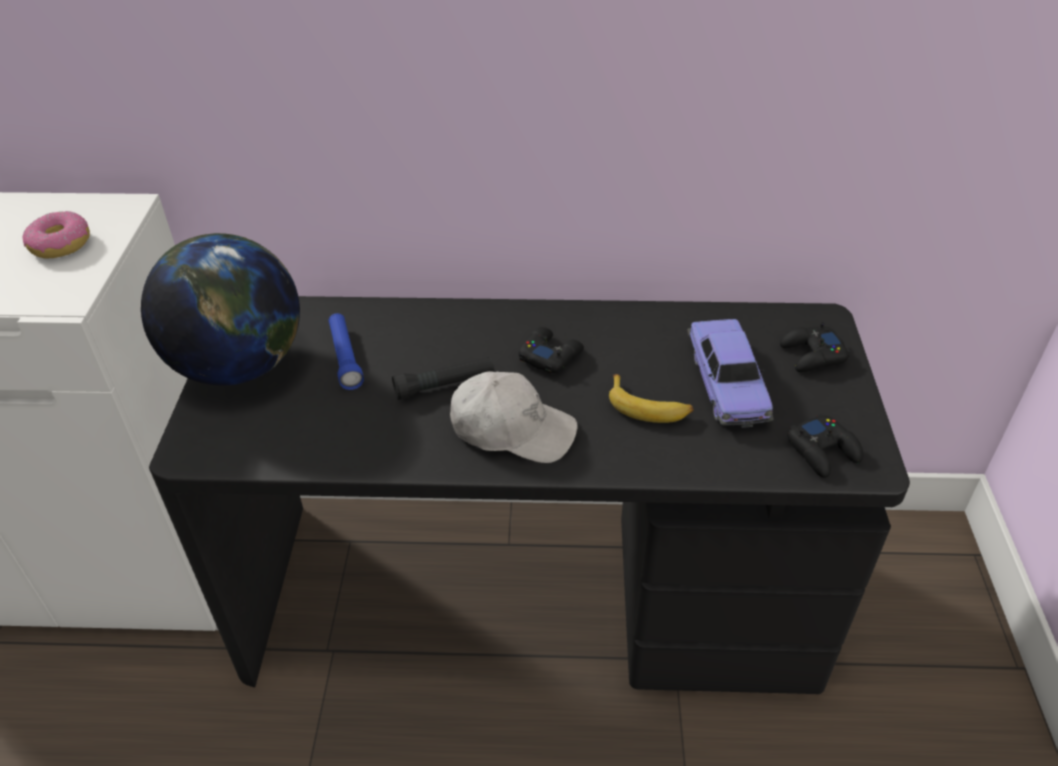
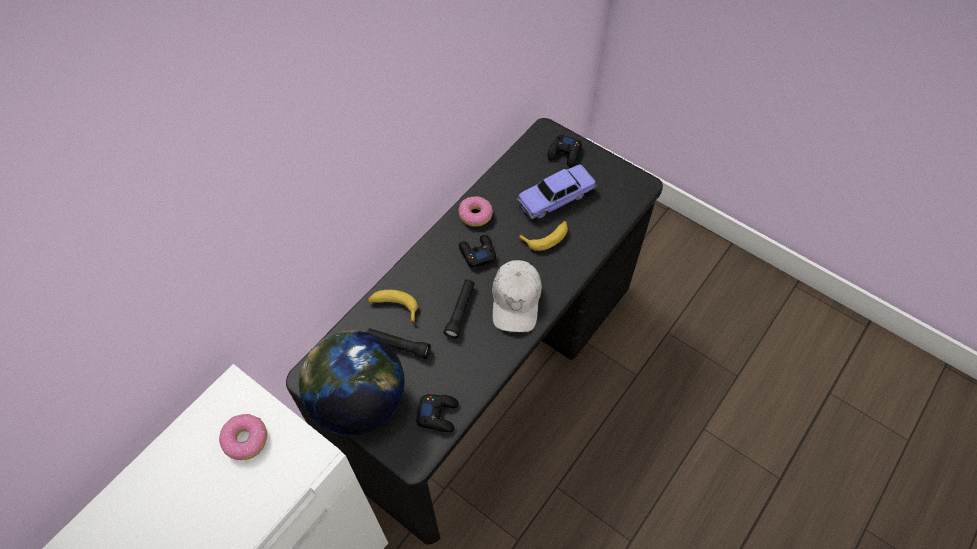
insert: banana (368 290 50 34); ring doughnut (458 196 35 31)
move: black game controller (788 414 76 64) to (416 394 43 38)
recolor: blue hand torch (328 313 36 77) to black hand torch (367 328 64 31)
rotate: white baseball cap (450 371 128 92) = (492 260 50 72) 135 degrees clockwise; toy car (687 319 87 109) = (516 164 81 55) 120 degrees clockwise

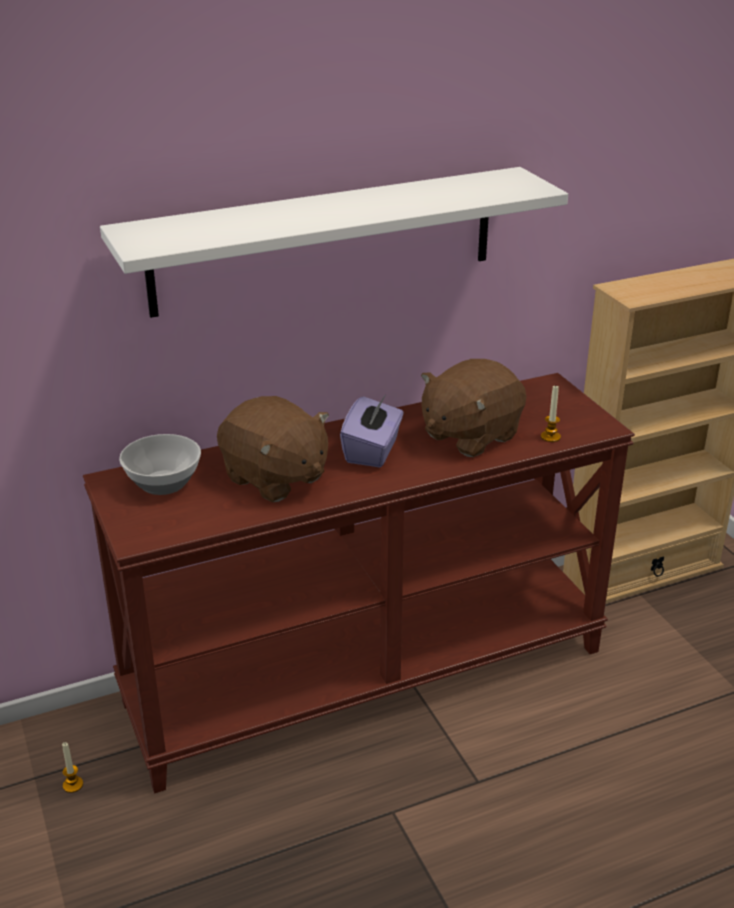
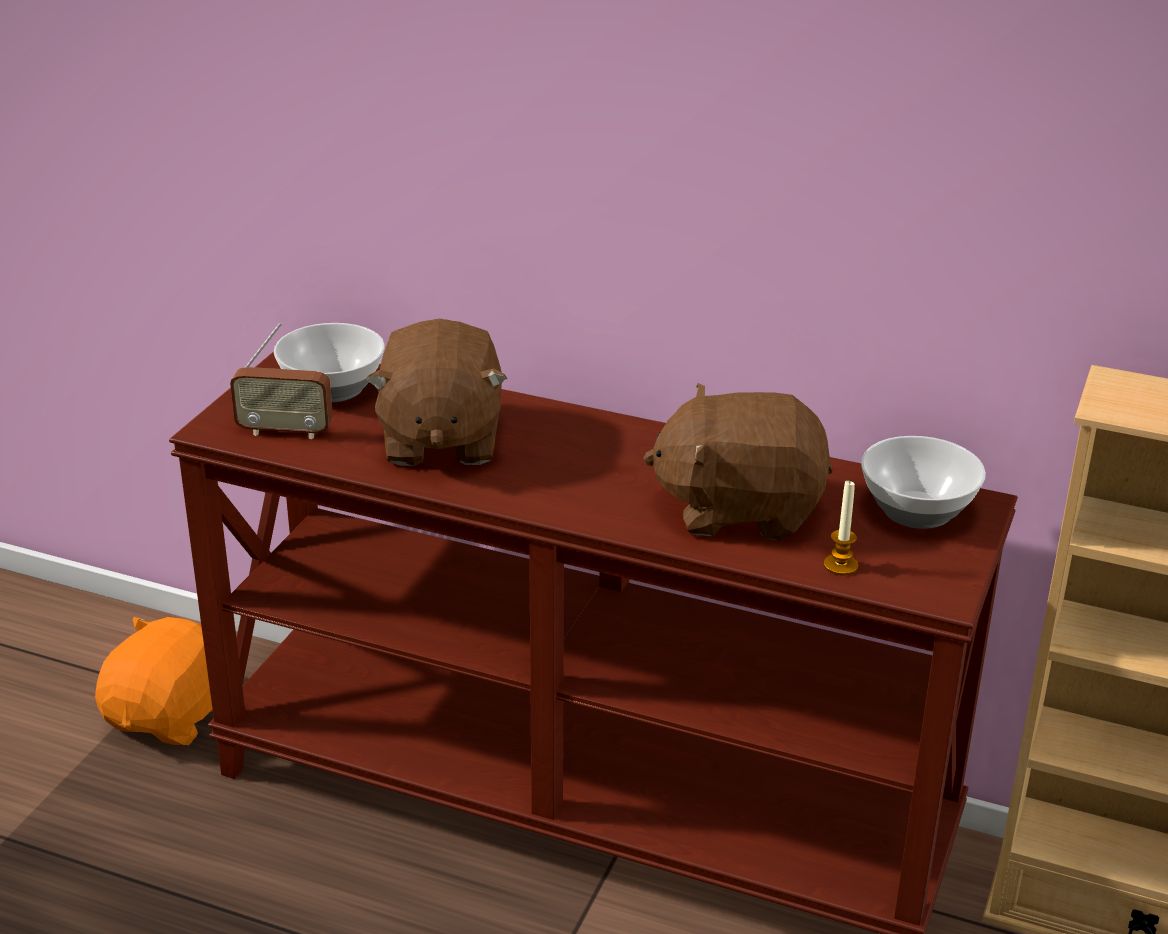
delete: white bracket shelf (100 167 468 151); purple box of tissues (340 396 64 71)
insert: radio receiver (230 322 103 117); bowl (861 436 125 93)
replace: candle (62 742 21 51) to orangey plush toy (95 617 118 128)

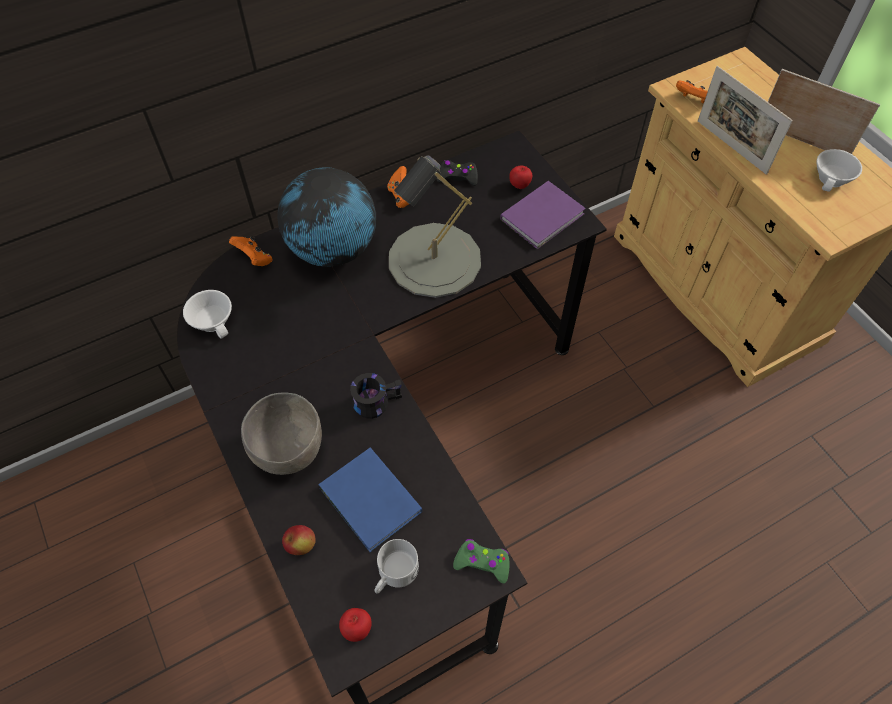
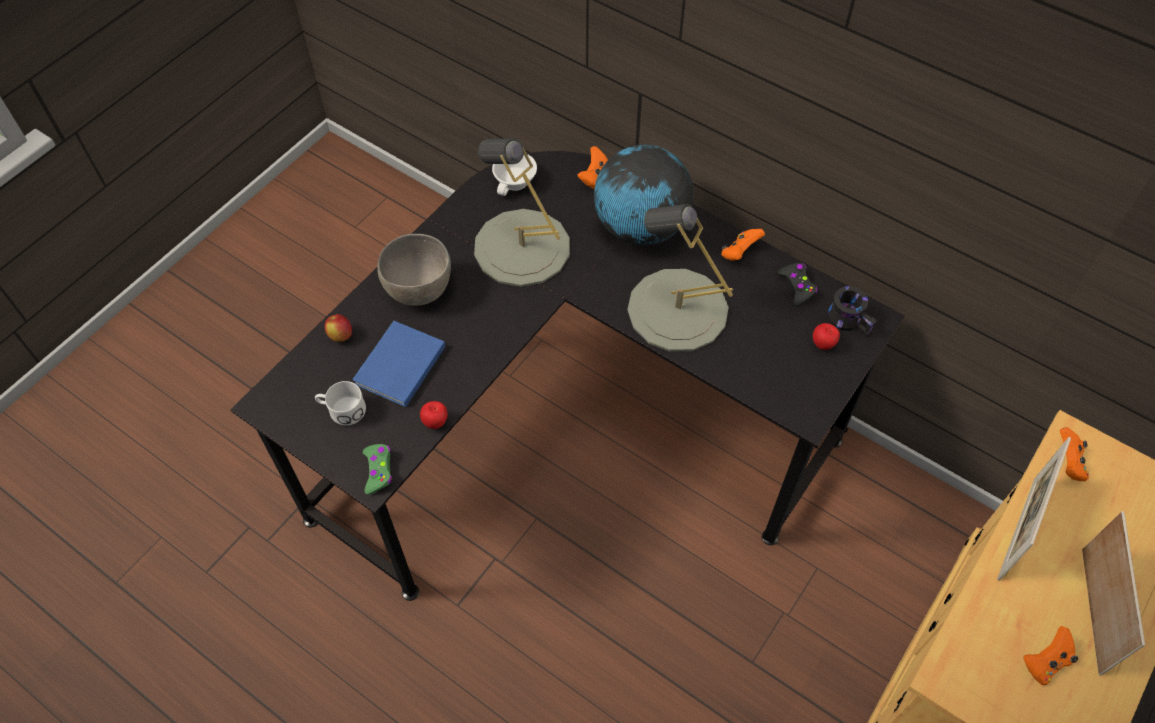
delete: purple bound book (500 181 86 68)
insert: grey tabletop lamp (474 138 96 149)
move: whole apple (339 608 33 34) to (420 401 28 28); black mug (350 373 52 46) to (828 286 49 51)
replace: white cup (817 149 45 43) to orangey game controller (1023 626 55 59)

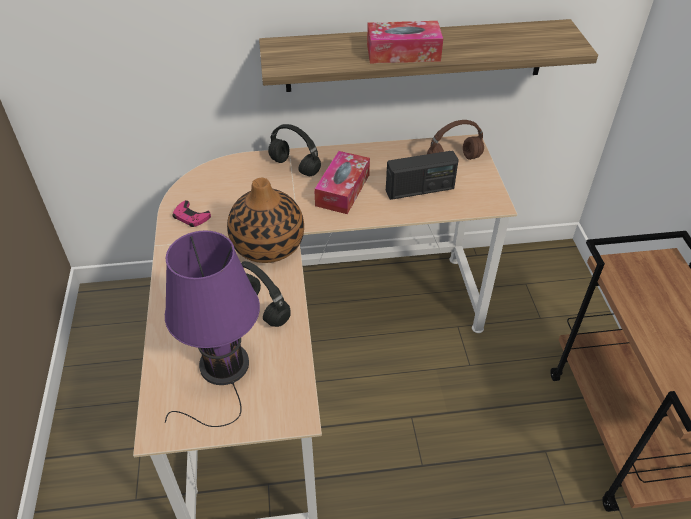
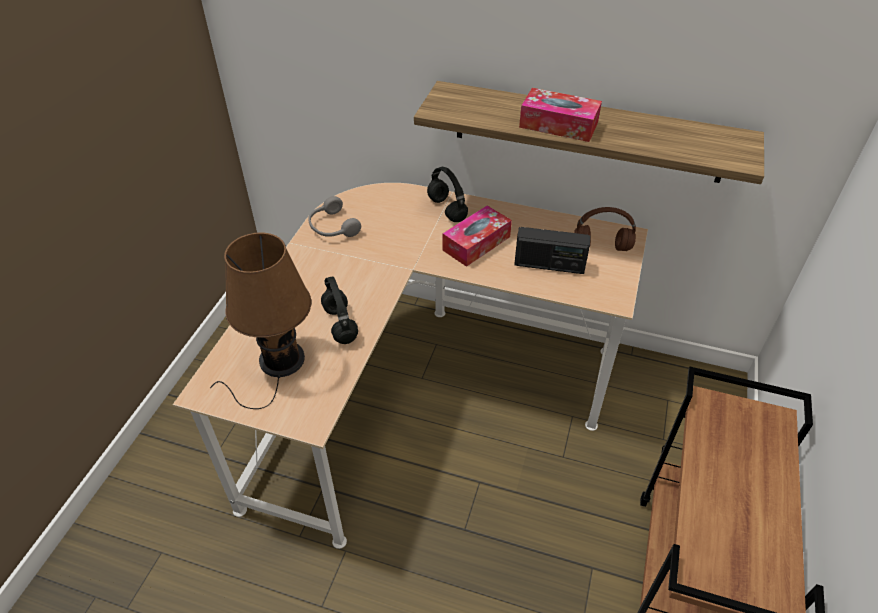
delete: decorative vase (227 178 77 85)
replace: pinkish game controller (172 200 39 27) to grey pair of headphones (308 196 53 41)
recolor: purple tabletop lamp (165 231 95 196) to brownish tabletop lamp (210 232 101 177)

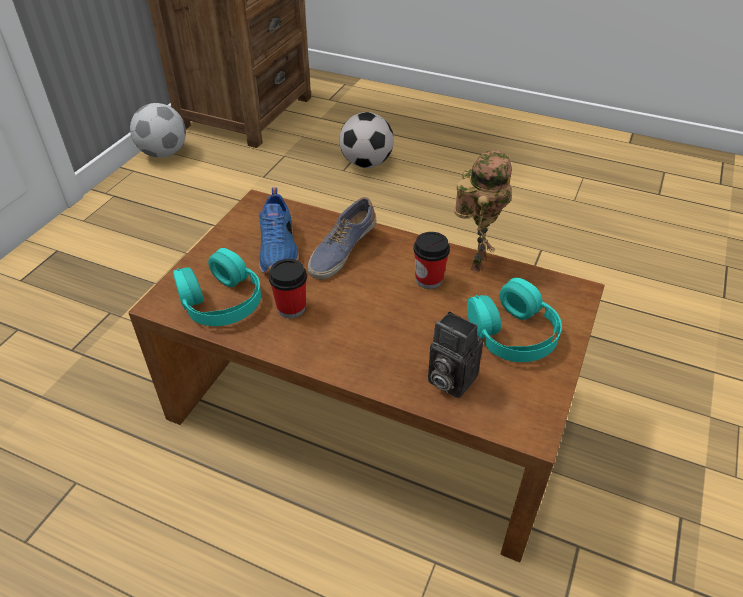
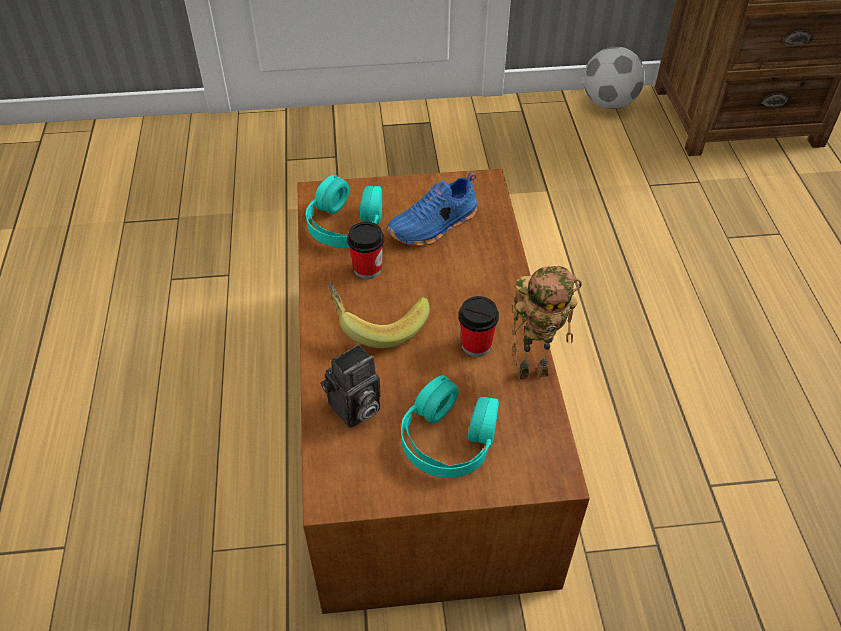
delete: low shoe (308 197 68 82); ball for football (339 112 55 56)
insert: banana (328 283 102 65)
rotate: still camera (428 311 55 87) = (321 344 59 84) 135 degrees counterclockwise

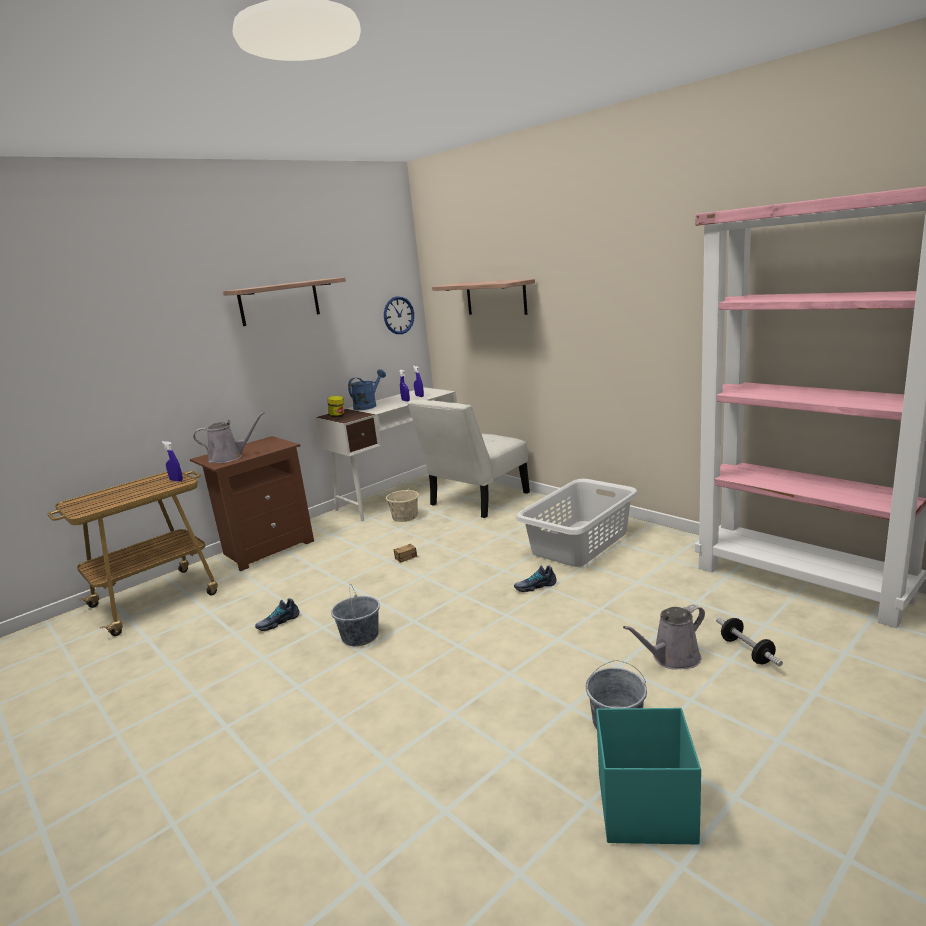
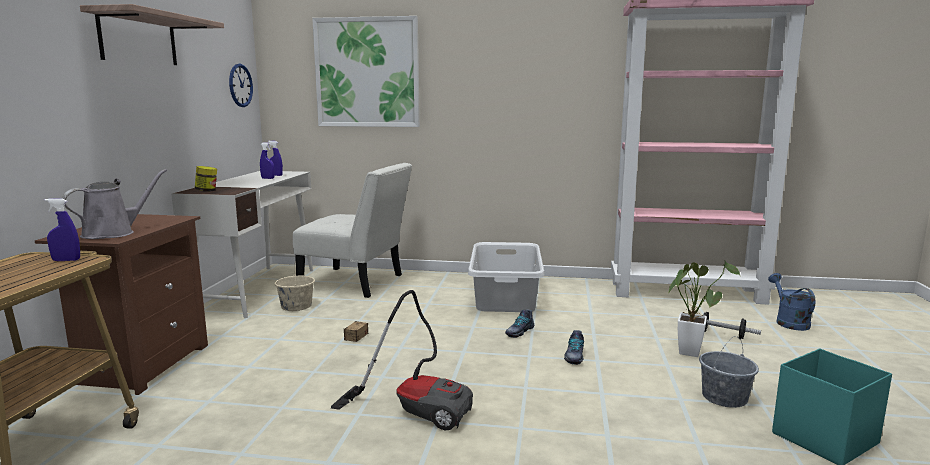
move: low shoe (255 598 45 33) to (564 330 20 35); blue watering pot (348 369 38 41) to (768 273 47 58)
replace: grey pail (331 584 49 62) to vacuum (331 290 142 141); bracket shelf (432 279 103 36) to picture (312 16 108 111); grey watering pot (623 605 82 65) to plant in a pot (669 261 71 96)
rotate: white plain chair (407 399 123 119) = (293 163 119 135) 75 degrees counterclockwise

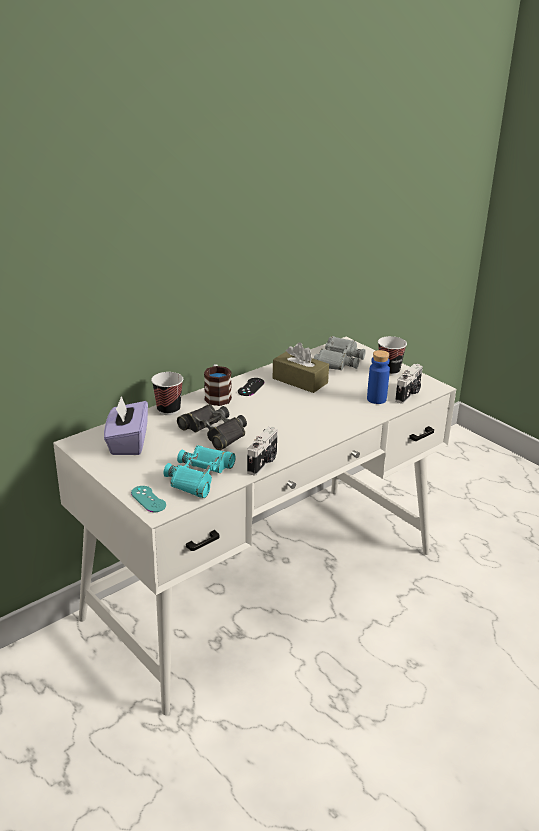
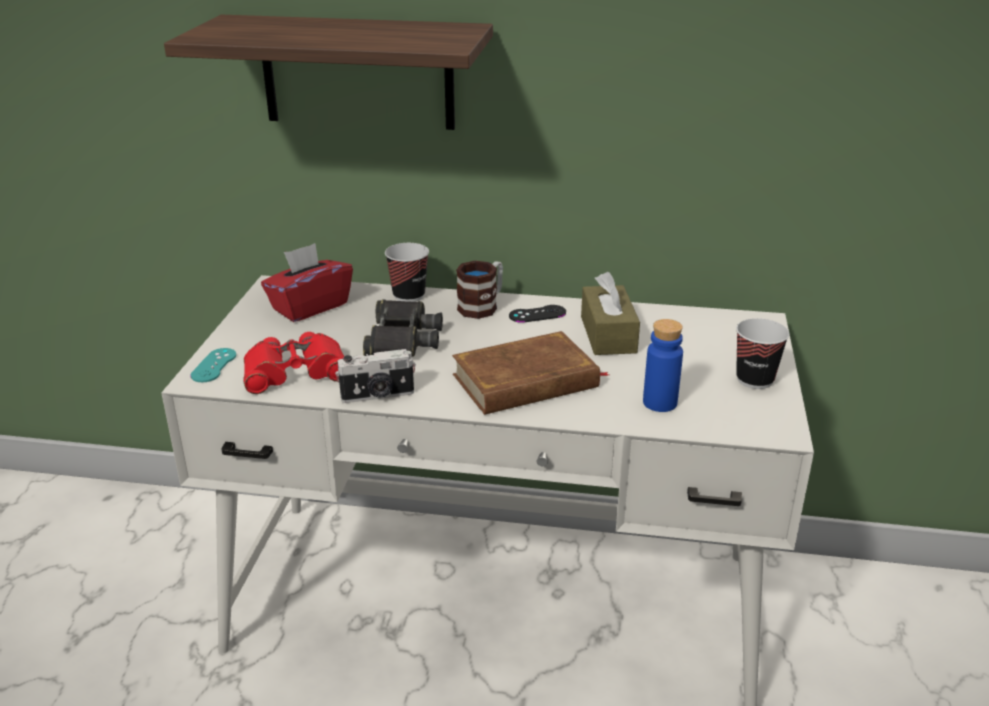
delete: grey pair of binoculars (314 336 52 34); still camera (395 364 28 40)
insert: bracket shelf (164 15 329 115); brownish bound book (452 331 157 84)
recolor: purple box of tissues (104 396 44 59) to red-coloured box of tissues (261 243 92 79); turquoise-coloured pair of binoculars (164 445 72 53) to red-coloured pair of binoculars (243 332 101 62)

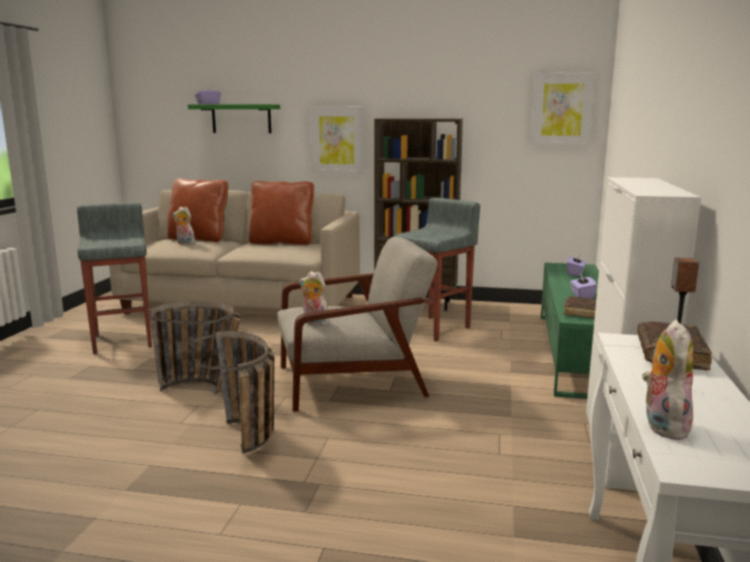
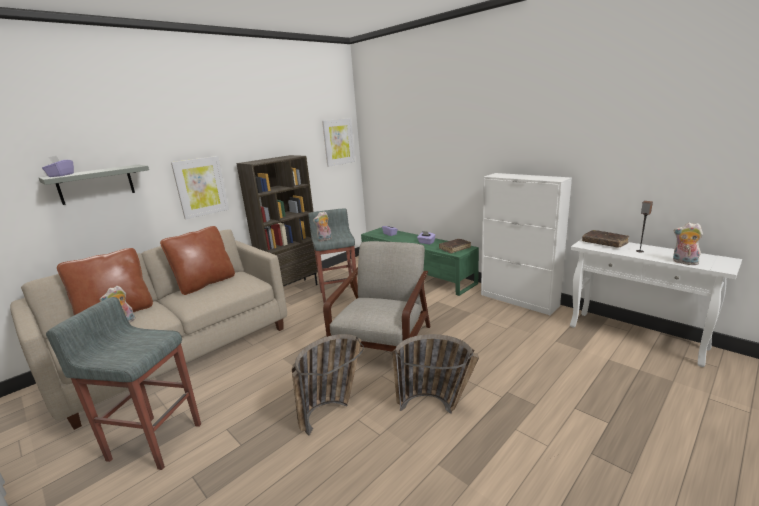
move: plush toy (299 271 30 55) to (313 211 19 30)
recolor: green-coloured bracket shelf (188 104 92 29) to grey bracket shelf (39 165 110 40)

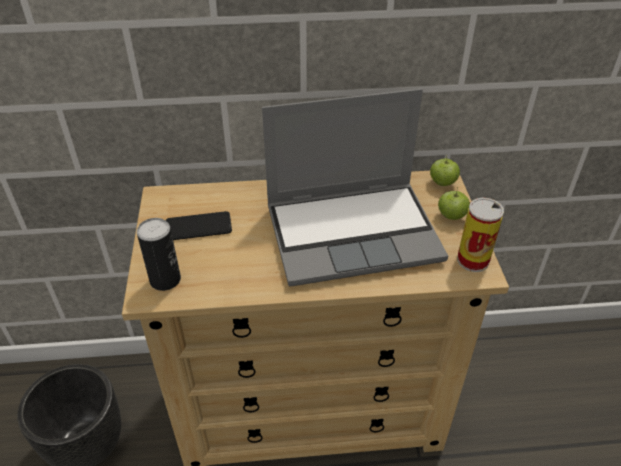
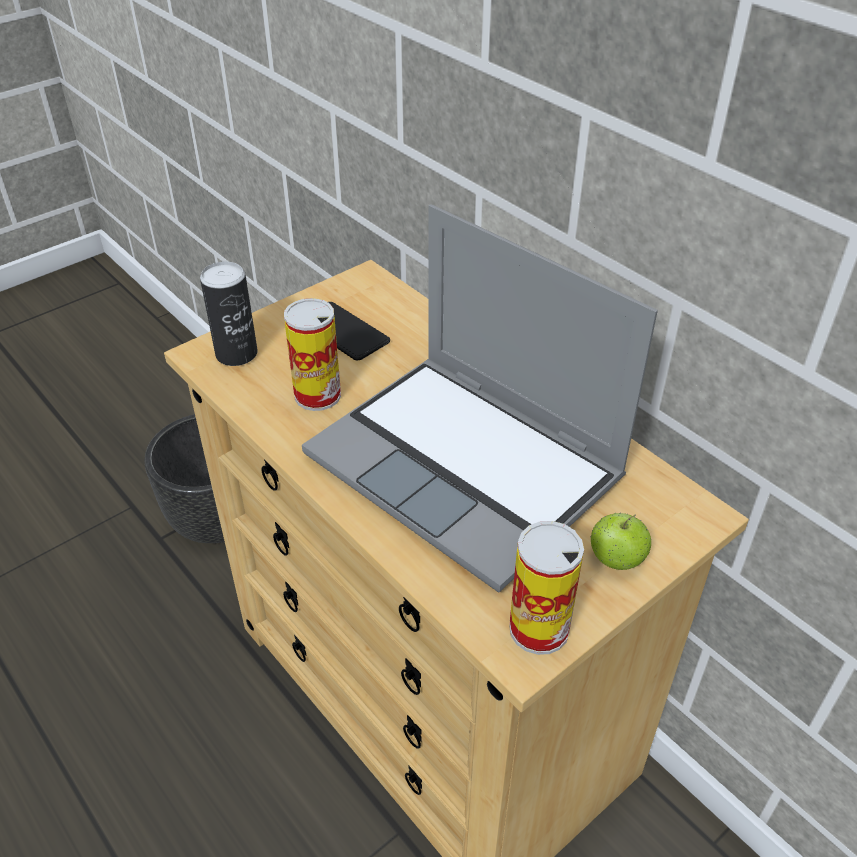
delete: whole apple (430 155 30 31)
insert: metal can (284 298 57 113)

